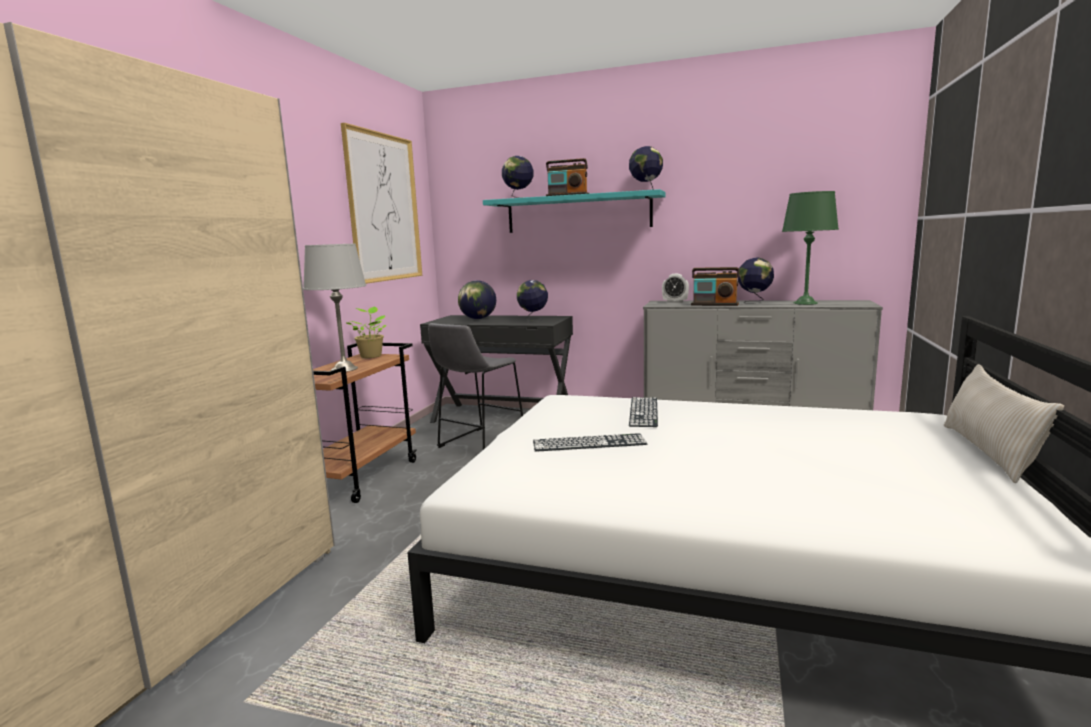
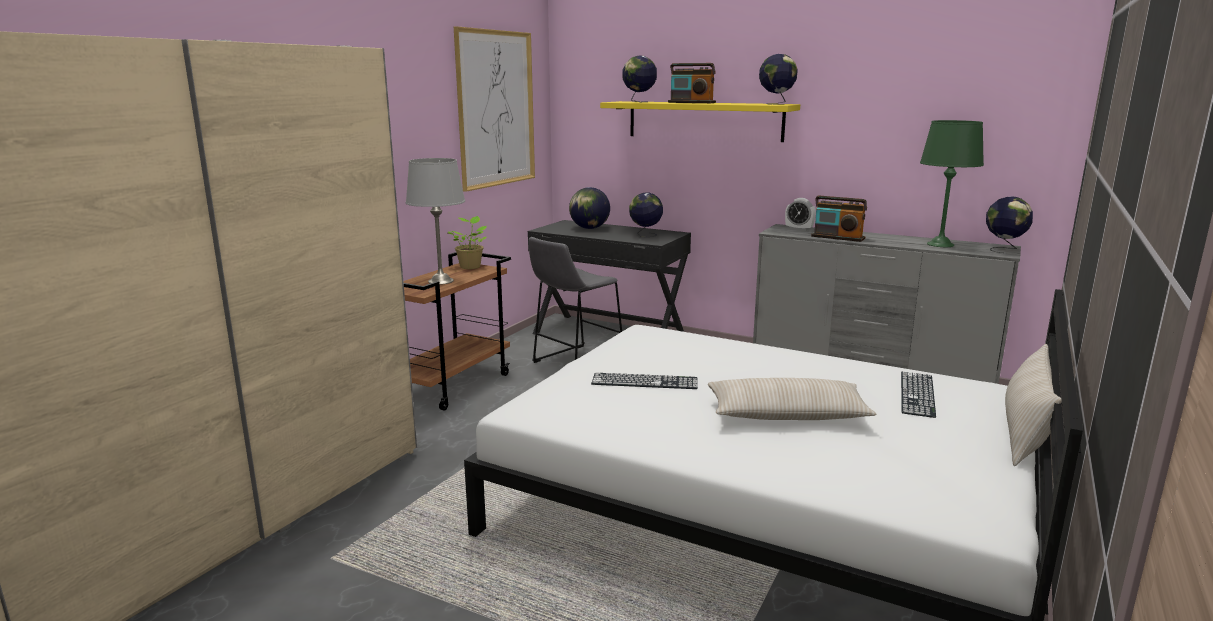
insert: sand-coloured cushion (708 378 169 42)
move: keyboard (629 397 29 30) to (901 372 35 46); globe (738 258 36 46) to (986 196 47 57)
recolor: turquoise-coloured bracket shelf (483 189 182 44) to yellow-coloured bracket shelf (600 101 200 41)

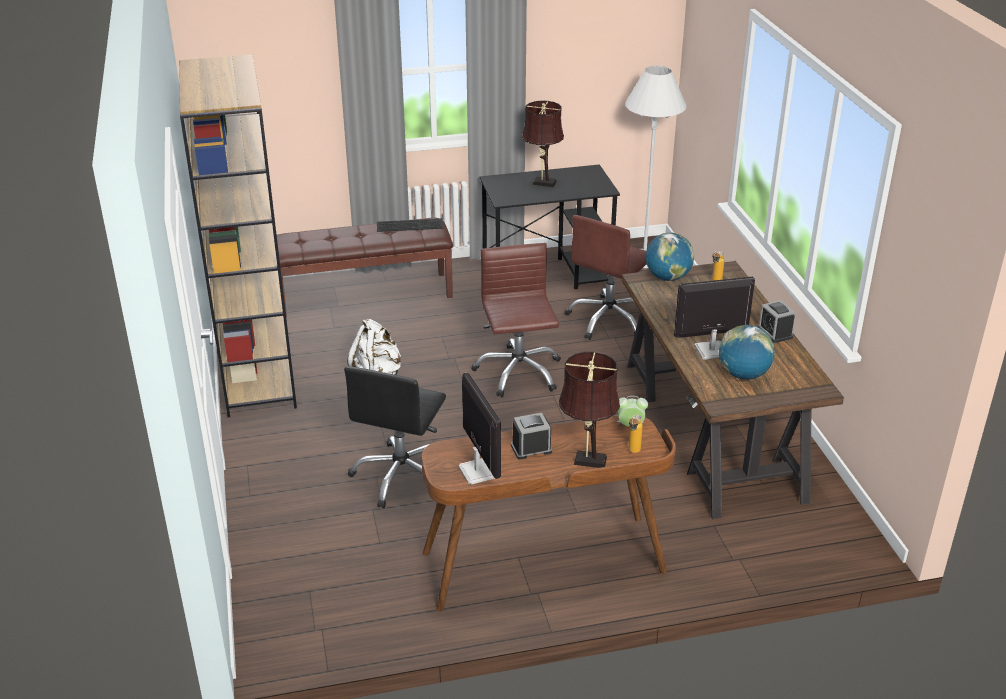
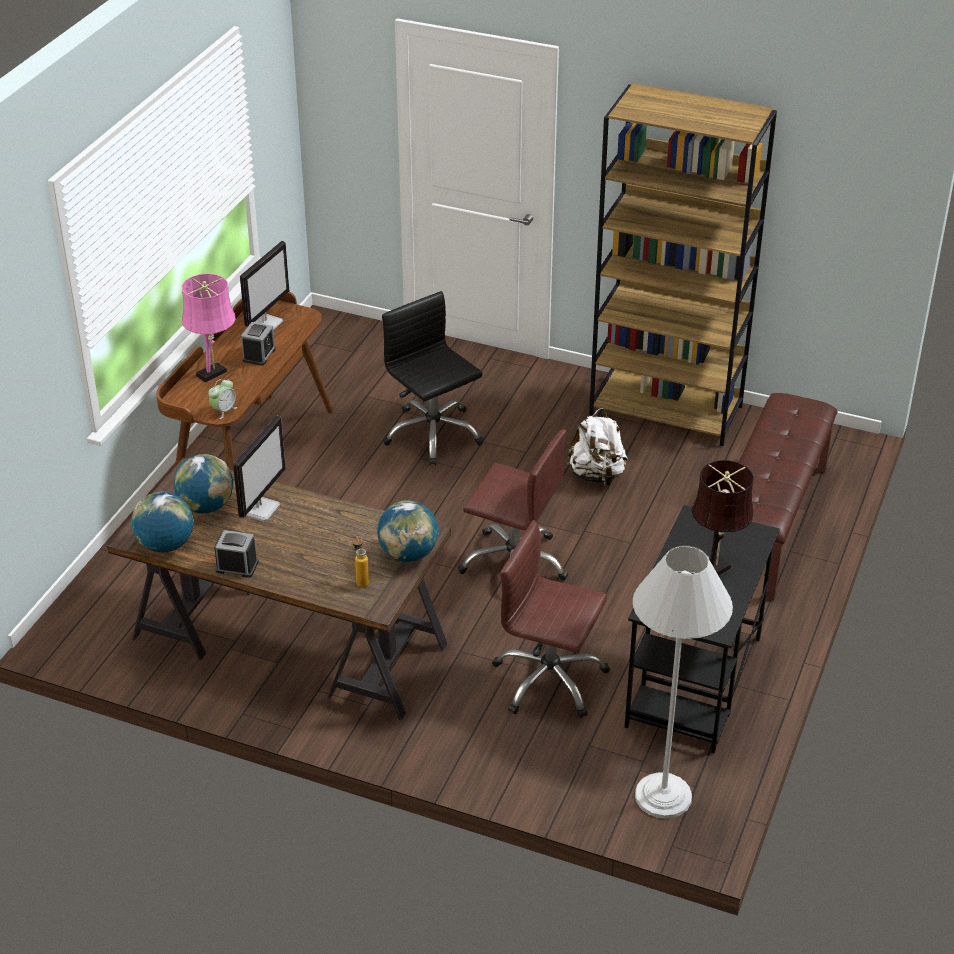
delete: keyboard (377 219 67 13); drink bottle (629 415 14 38)
insert: globe (132 491 62 61)
recolor: brownish tabletop lamp (559 352 61 116) to pinkish tabletop lamp (182 273 54 110)
rotate: computer display (459 373 42 111) = (240 241 49 89) 75 degrees counterclockwise; brownish office chair (565 215 82 125) = (492 520 118 198) 45 degrees counterclockwise

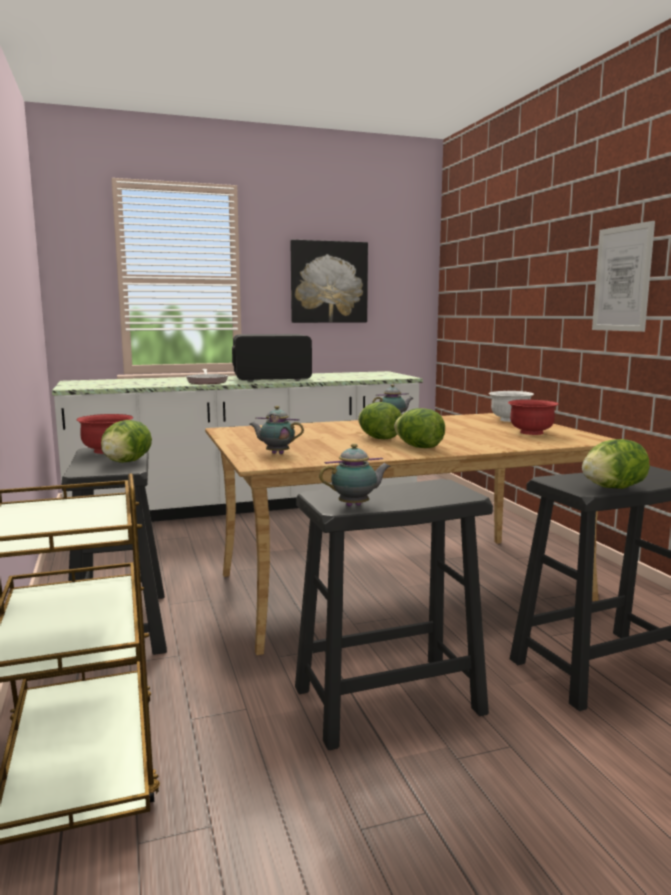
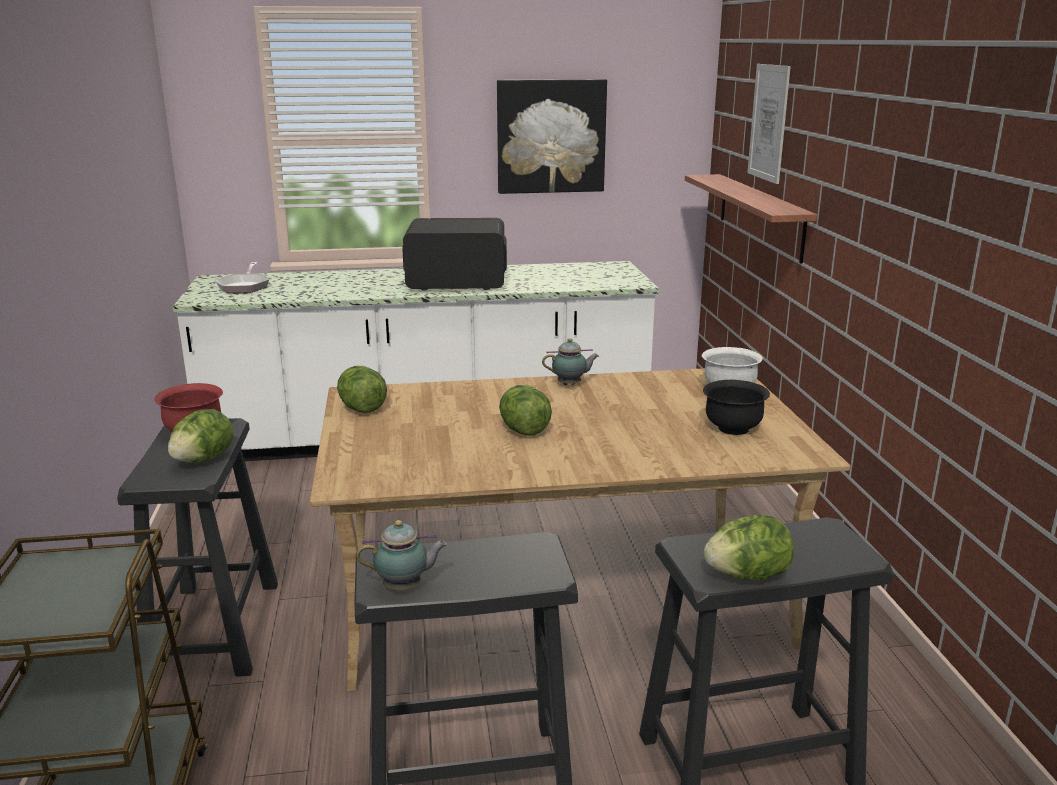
delete: pot for tea (250 406 54 48)
insert: bracket shelf (685 174 132 89)
move: frying pan (186 369 42 15) to (215 262 54 31); lettuce head (394 408 51 40) to (337 366 50 47); picture (592 221 63 111) to (747 64 44 120)
recolor: red-coloured bowl (508 399 51 36) to black bowl (703 380 67 55)

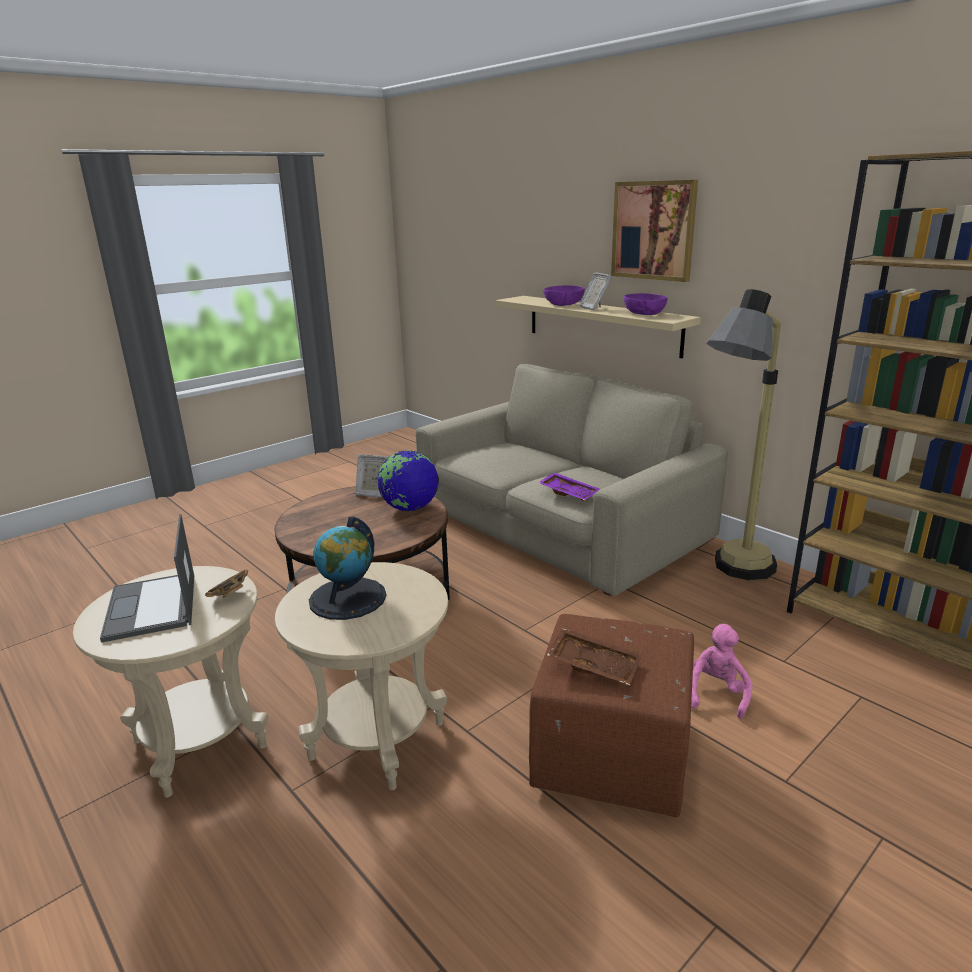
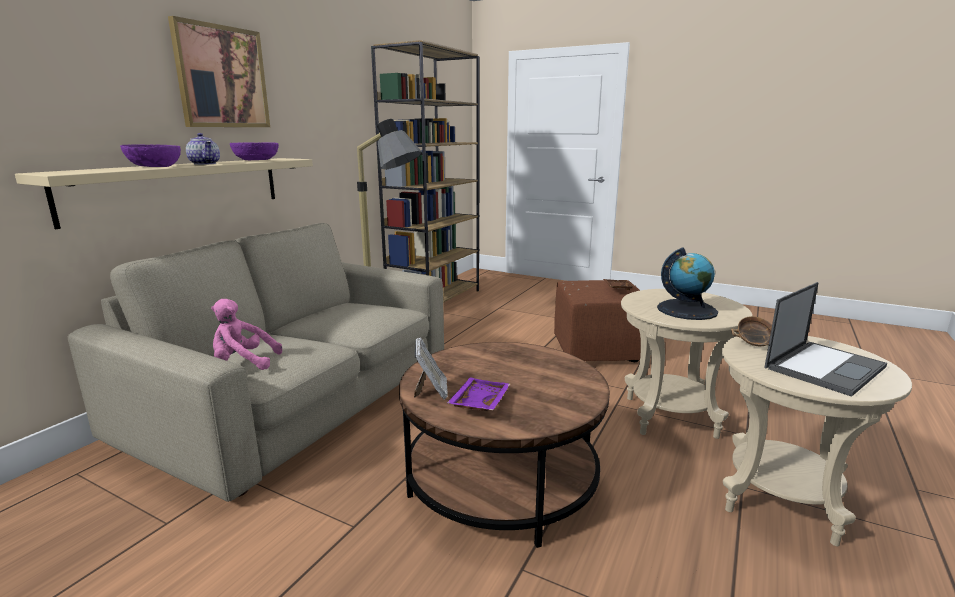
delete: globe (377 450 62 61)
move: purple carrying tray (538 472 62 29) to (447 377 63 34); pinkish plush toy (691 624 61 95) to (211 299 71 71)
replace: standing frame (580 272 32 39) to pot for tea (186 133 34 32)

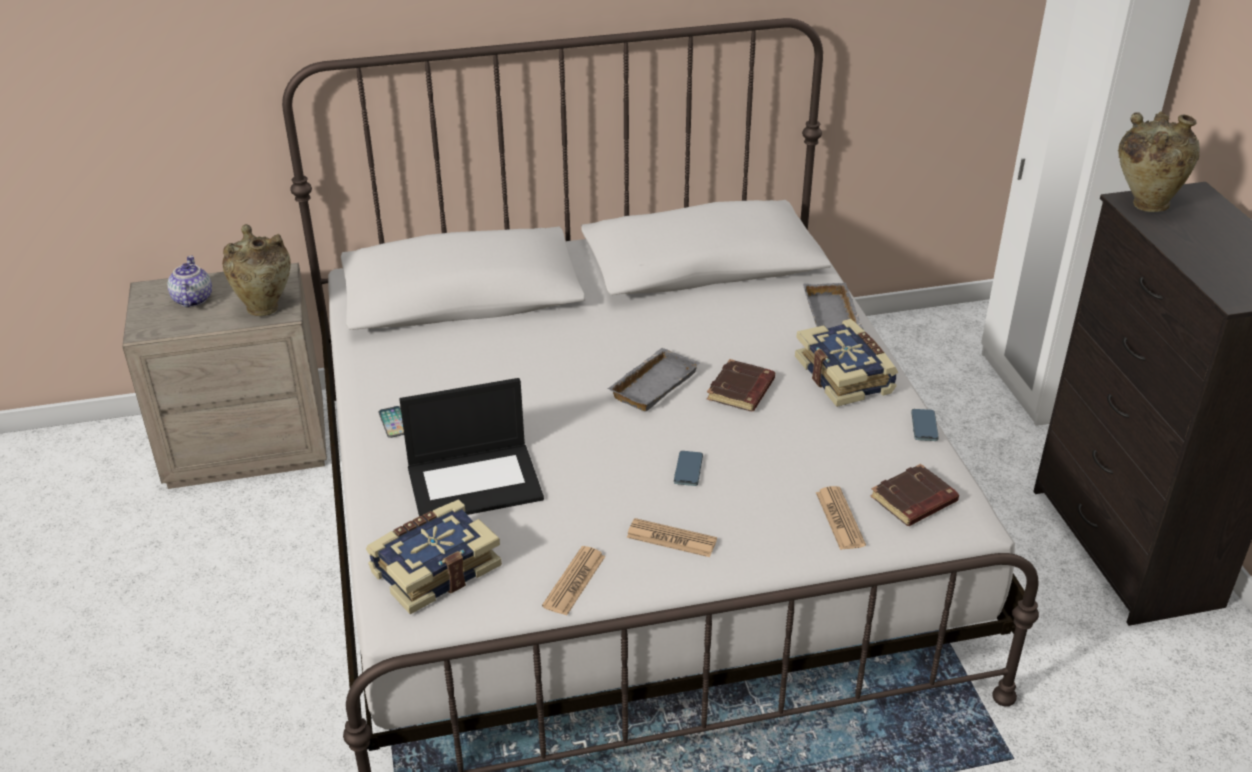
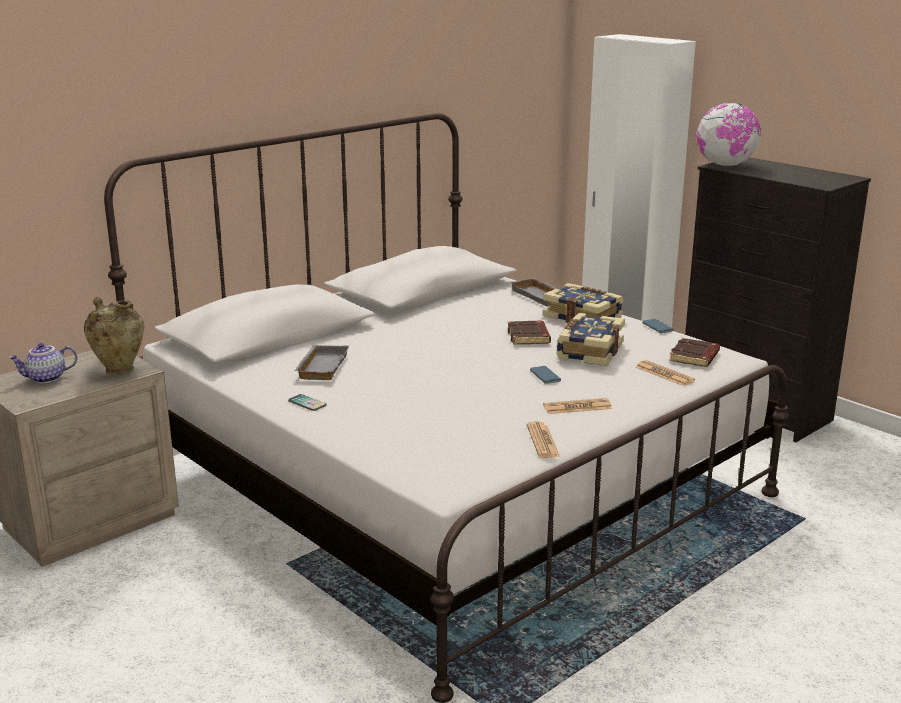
delete: laptop (399 378 145 138)
move: bound book (366 499 136 115) to (556 313 69 53); grey carrying tray (607 348 92 64) to (295 345 54 35)
replace: sand-coloured decorative vase (1118 111 82 101) to globe (696 103 65 63)
rotate: pot for tea (167 256 45 51) = (8 343 69 40) 75 degrees counterclockwise

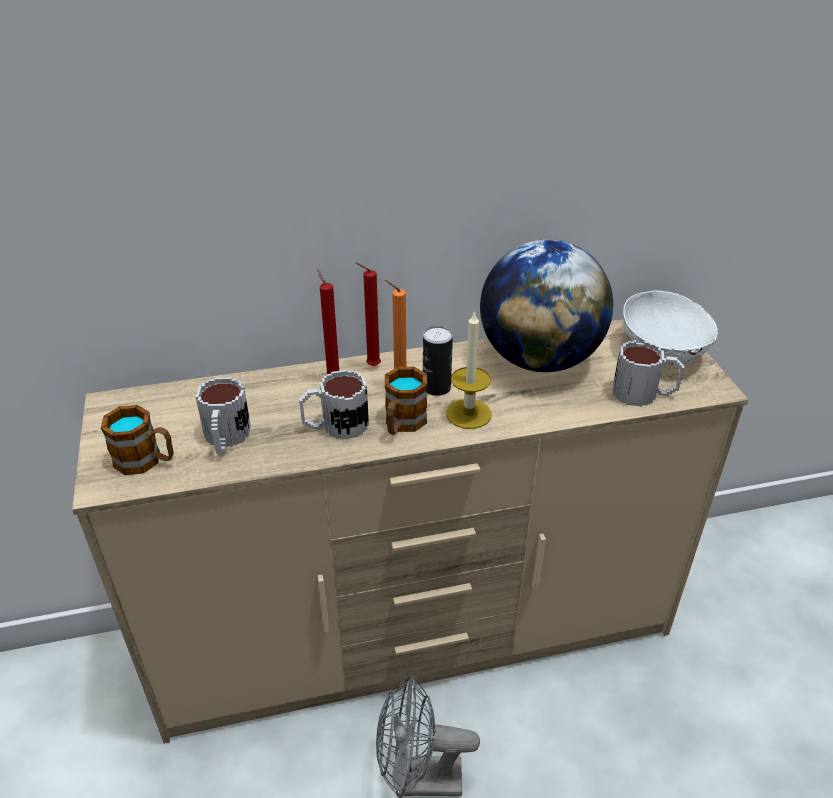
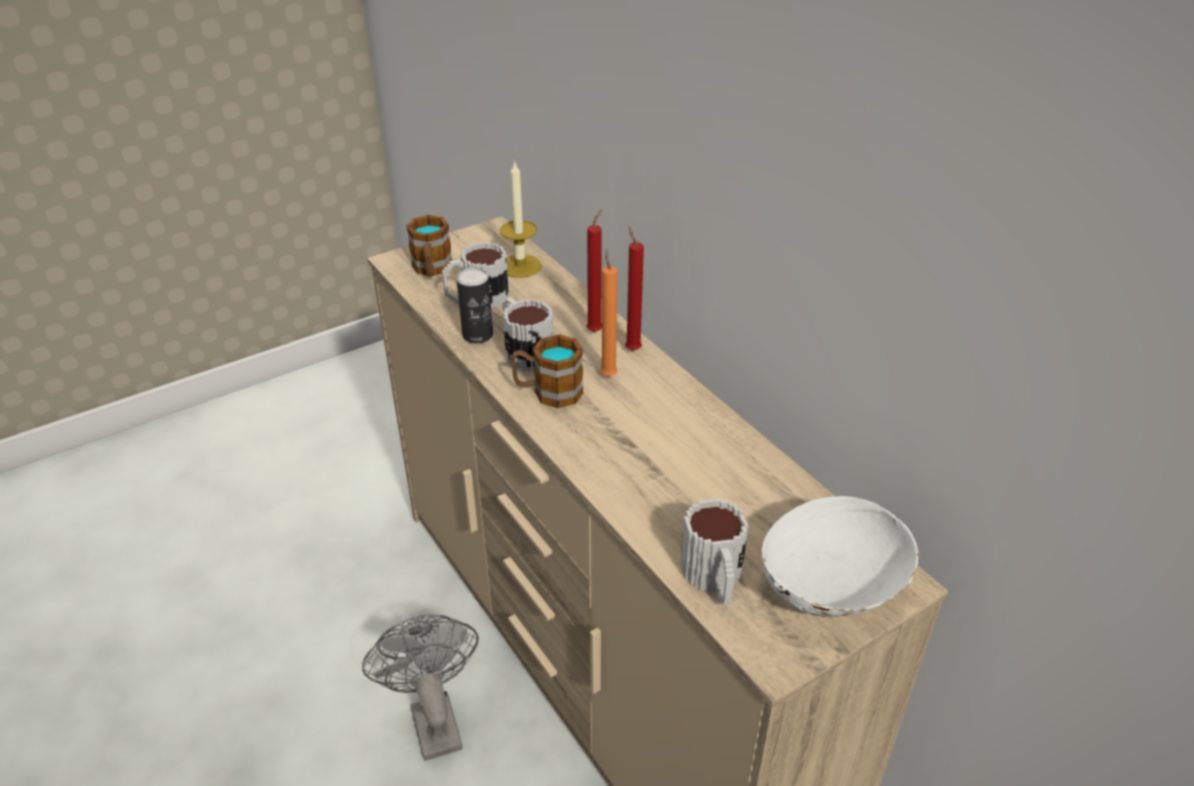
delete: globe (480 239 133 133)
move: metal can (423 326 30 70) to (457 268 36 75); candle (446 310 46 119) to (500 160 42 118)

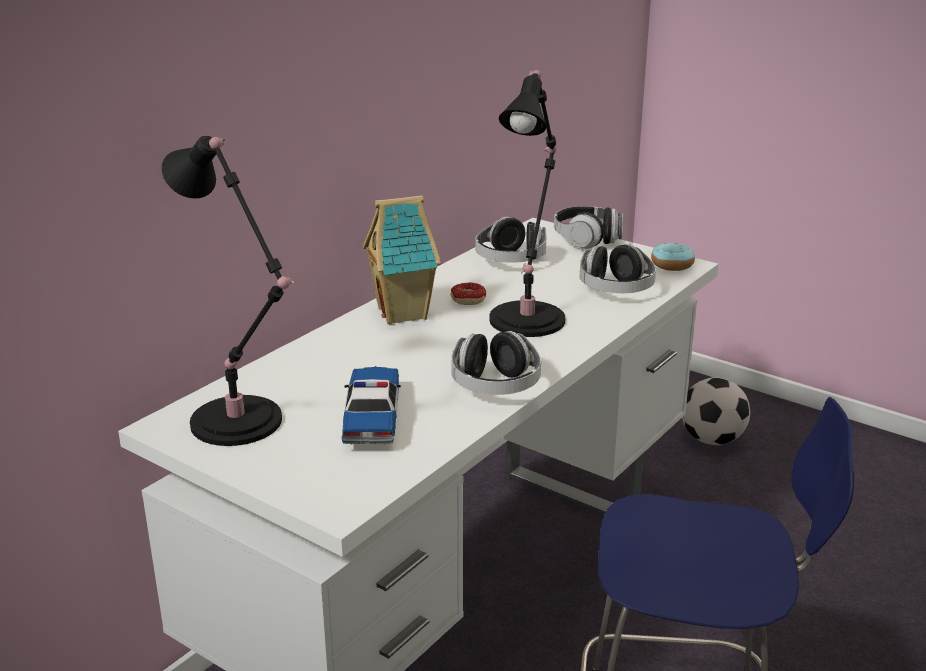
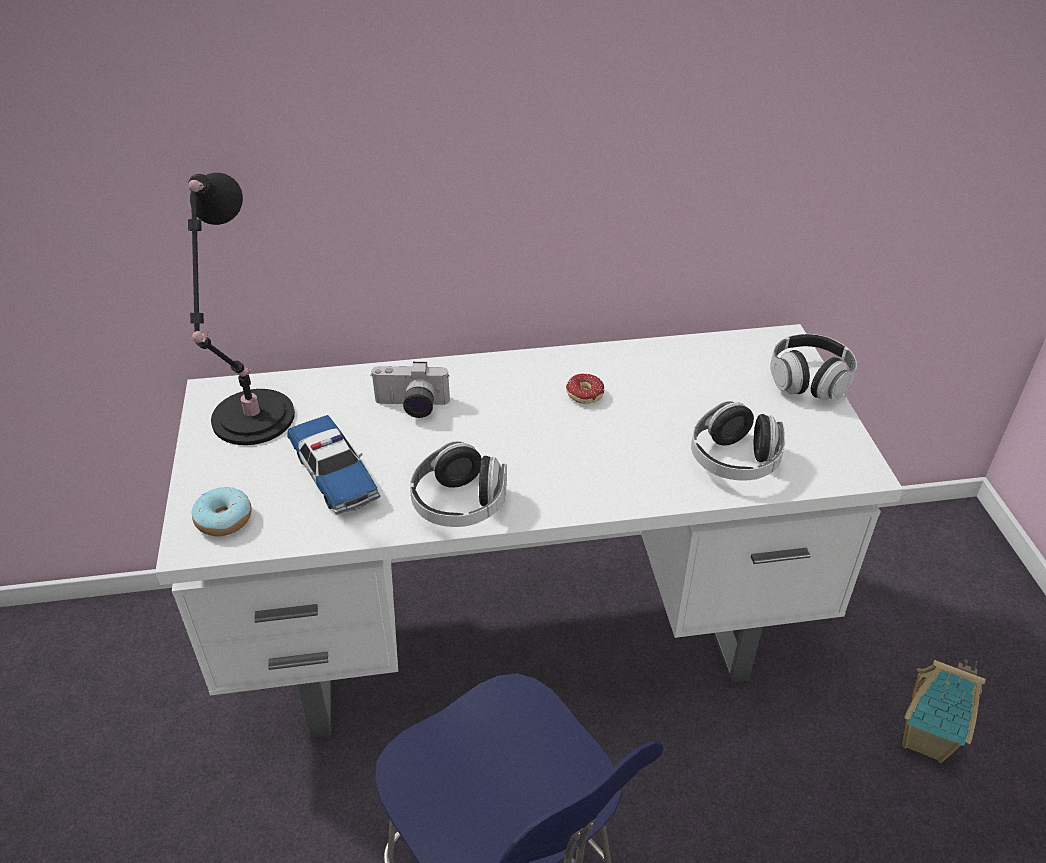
delete: pair of headphones (475 217 71 46); black tabletop lamp (489 69 76 268); ball for football (682 378 68 67)
insert: still camera (370 362 80 56)
move: miniature house (363 196 78 128) to (902 659 84 104); ring doughnut (651 243 44 28) to (191 487 61 49)
rotate: toy car (342 366 59 78) = (287 415 93 99) 105 degrees clockwise

